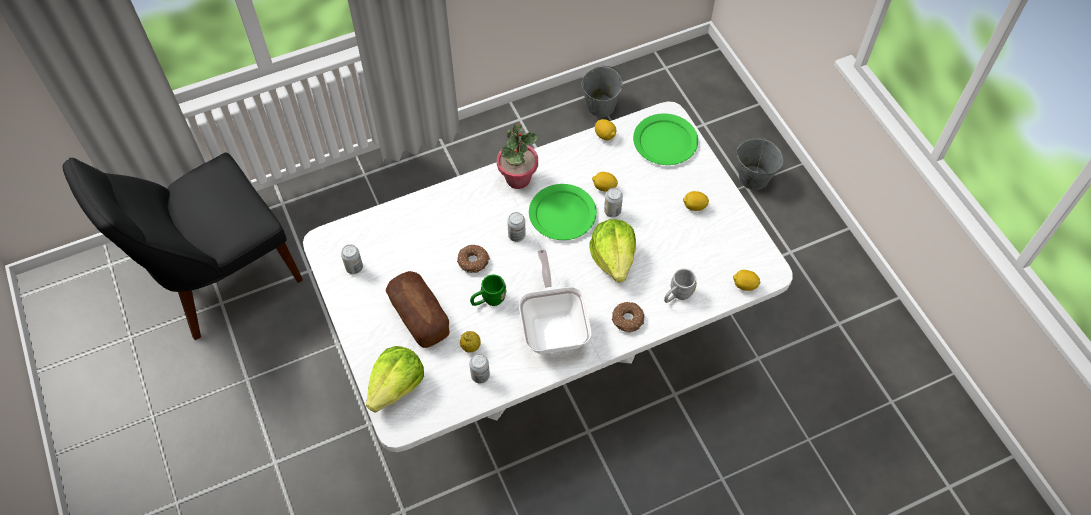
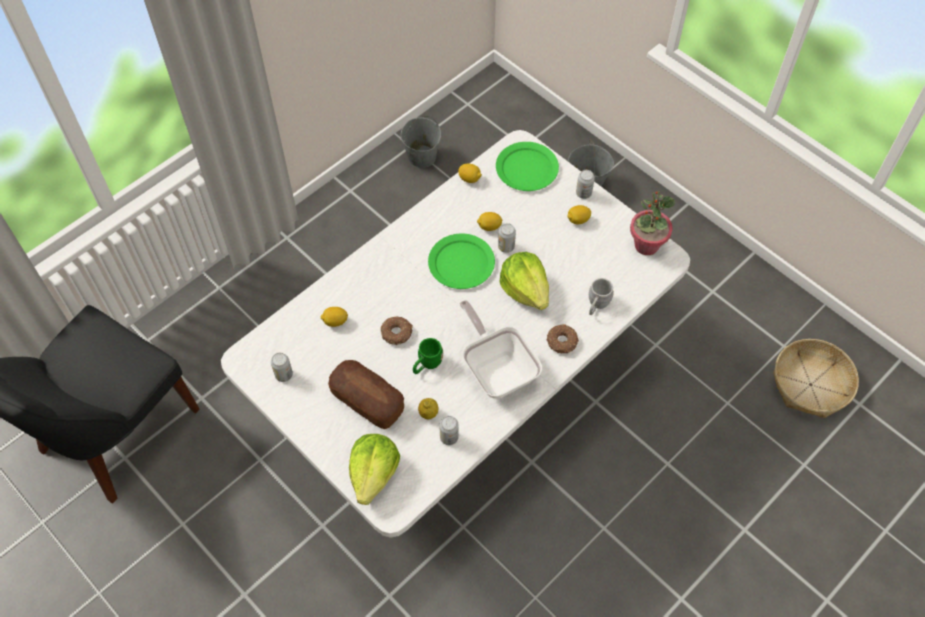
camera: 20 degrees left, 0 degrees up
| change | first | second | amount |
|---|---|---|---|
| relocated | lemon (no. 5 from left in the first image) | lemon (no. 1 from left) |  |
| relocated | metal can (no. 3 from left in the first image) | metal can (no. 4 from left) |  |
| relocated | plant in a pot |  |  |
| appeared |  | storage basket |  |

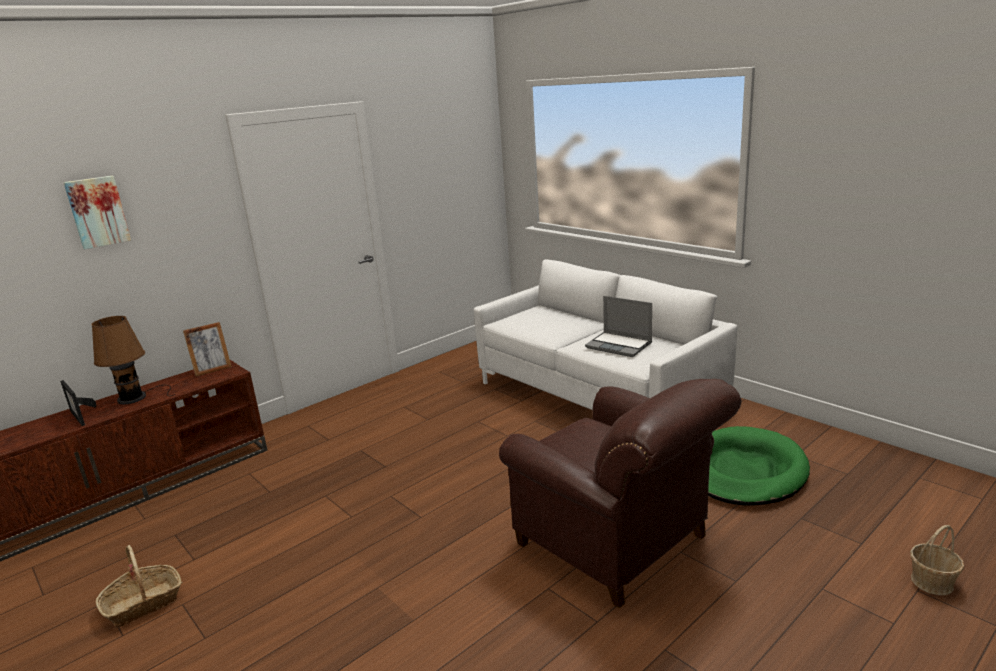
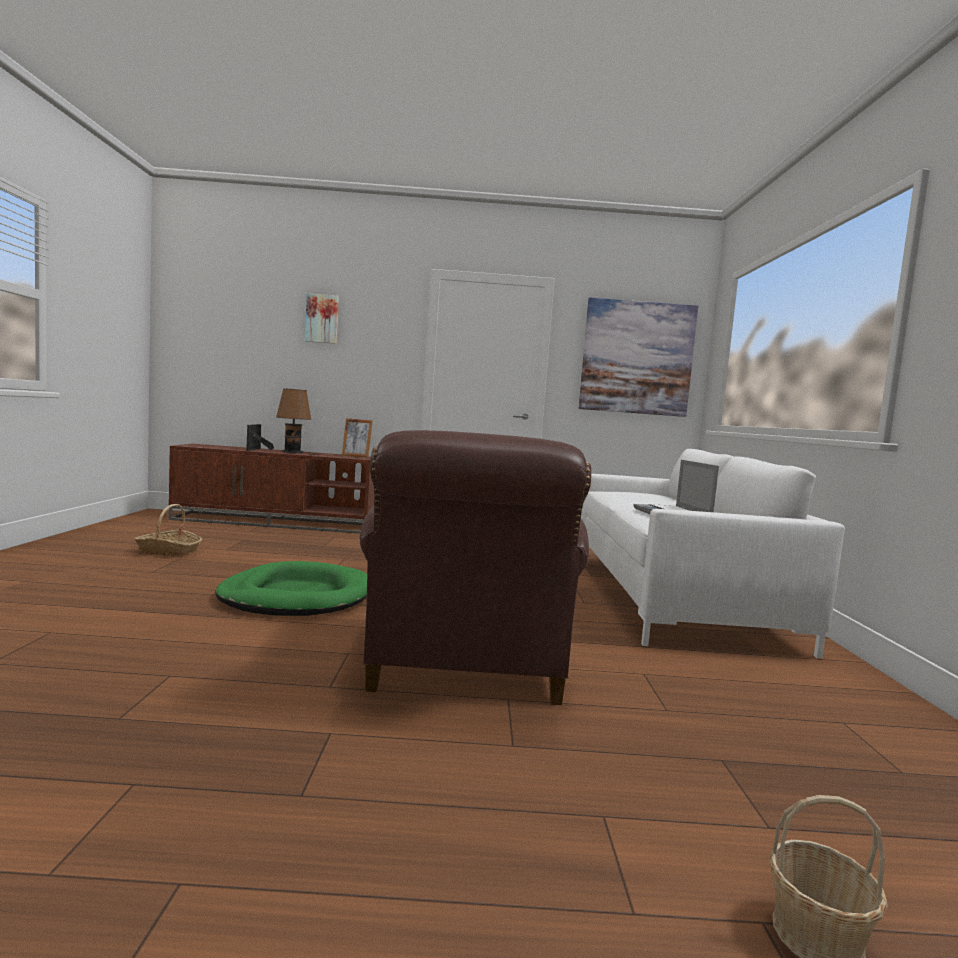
camera: 40 degrees right, 15 degrees down
| change | first | second | amount |
|---|---|---|---|
| relocated | dog cushion (greenish) |  |  |
| appeared |  | picture (no. 2 from left) |  |

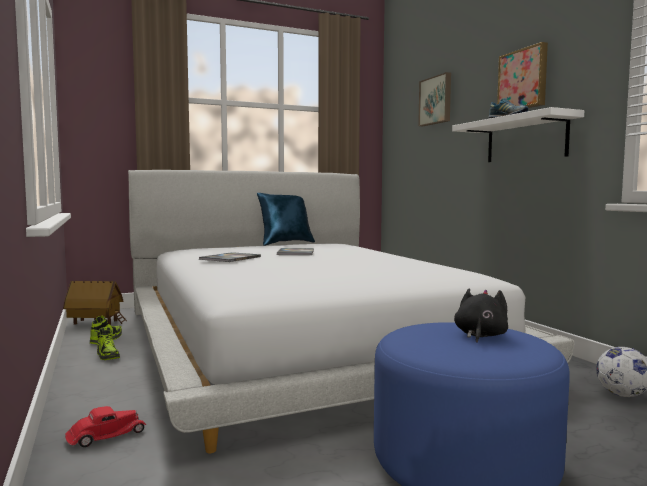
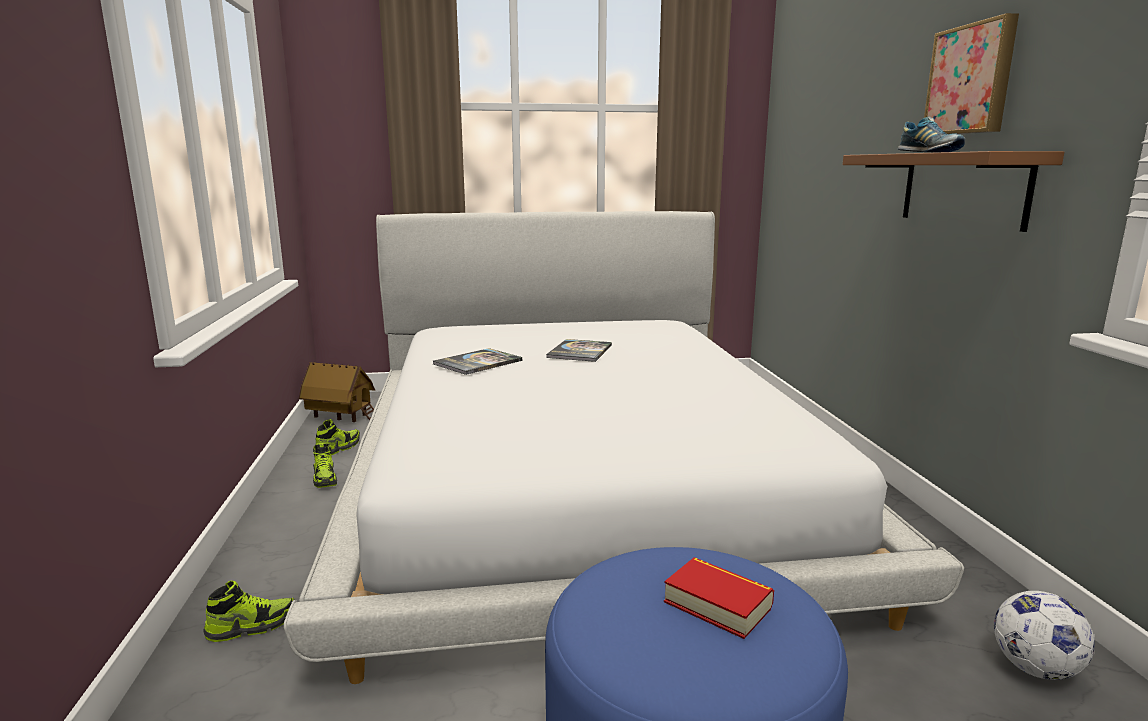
camera: 15 degrees right, 10 degrees up
| change | first | second | amount |
|---|---|---|---|
| exchanged | miniature car (red-coloured) | item of footwear (no. 1 from left) |  |
| exchanged | plush toy (black) | volume (no. 3 from left) |  |
| colour | shelf (whitish) | shelf (brown) |  |
| missing | cushion (blue-coloured) |  |  |
| missing | picture (no. 1 from left) |  |  |

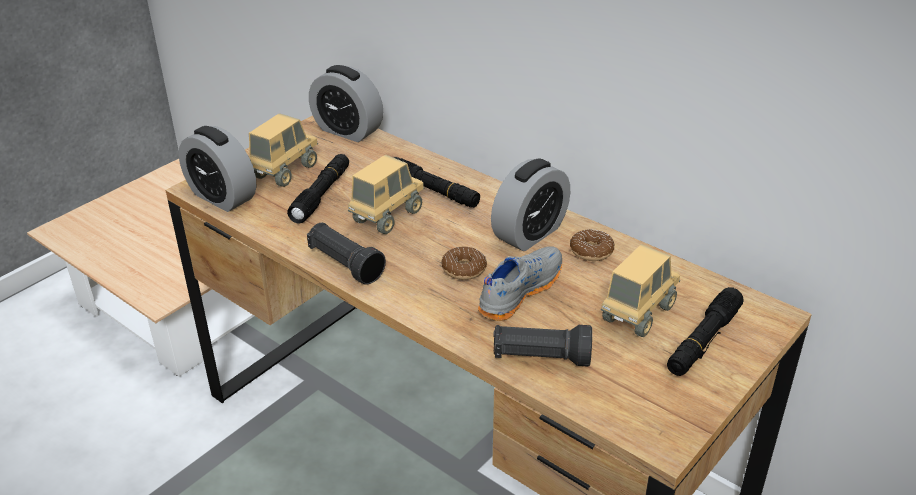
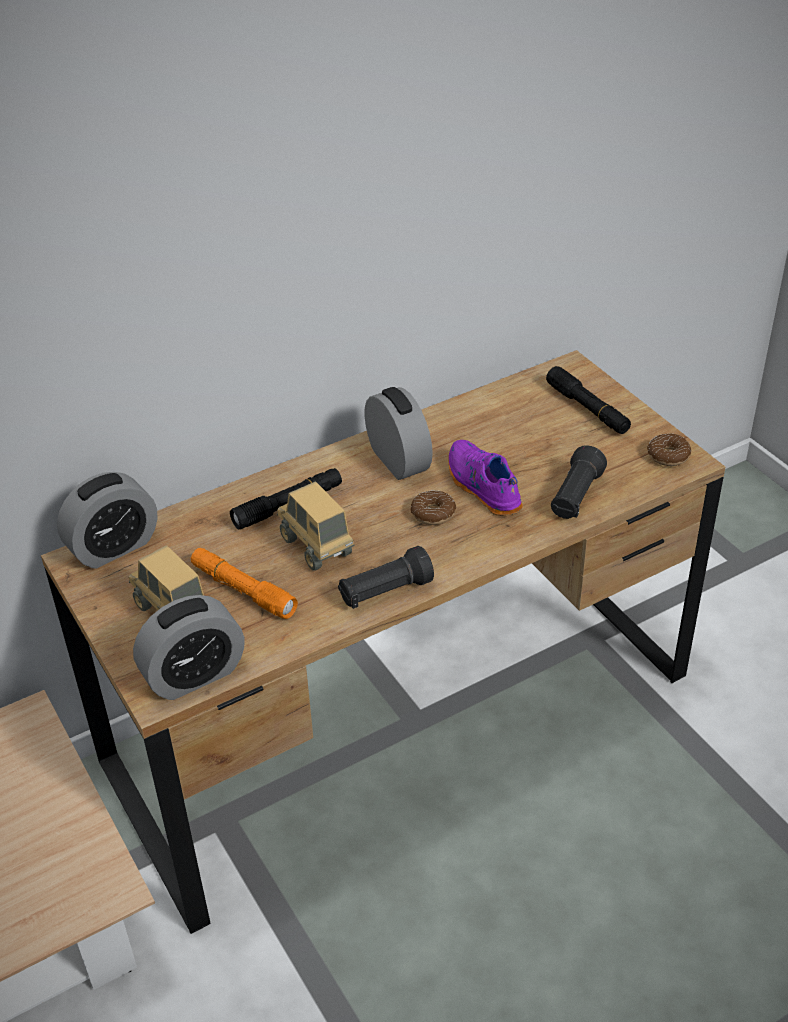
camera: 70 degrees left, 5 degrees up
| change | first | second | amount |
|---|---|---|---|
| colour | torch (black) (no. 1 from left) | torch (orange-coloured) |  |
| colour | item of footwear (greyish) | item of footwear (purple-coloured) |  |
| relocated | donut (no. 2 from left) |  |  |
| missing | model truck (no. 3 from left) |  |  |

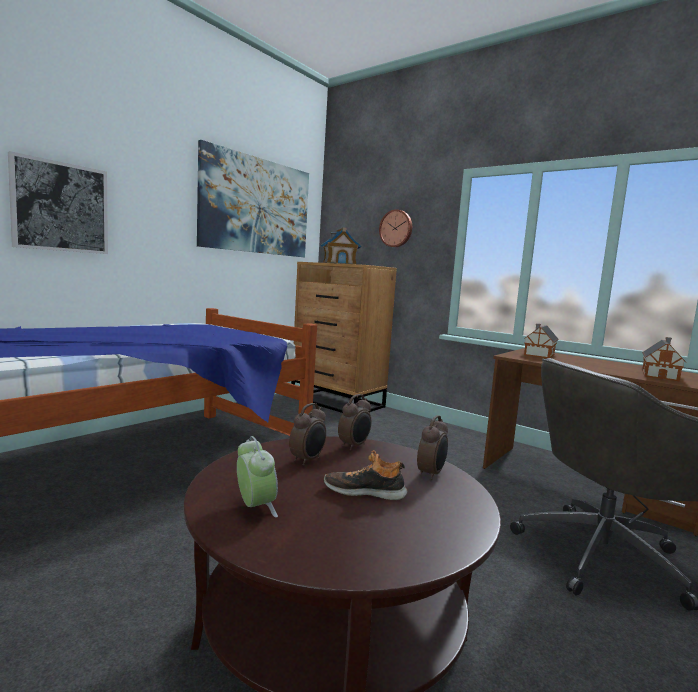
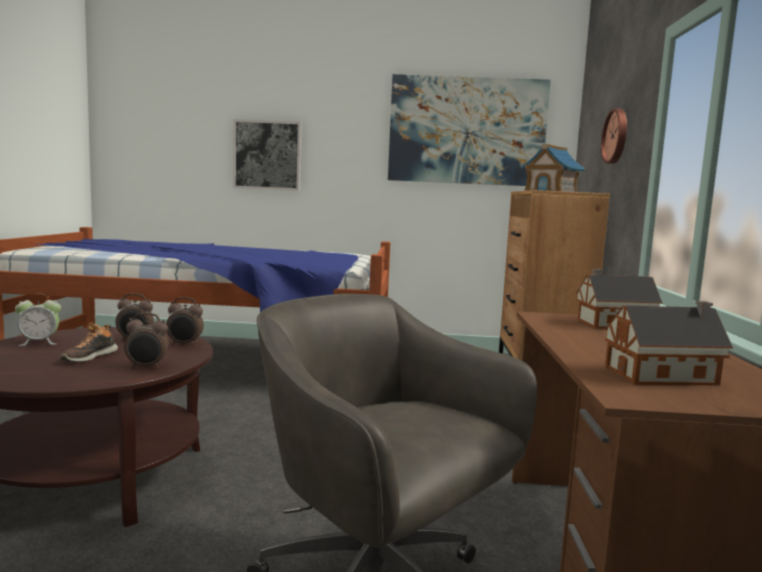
camera: 55 degrees right, 0 degrees up
| change | first | second | amount |
|---|---|---|---|
| spun | table clock (no. 1 from left) |  | 45 degrees clockwise |
| spun | item of footwear |  | 135 degrees counterclockwise |

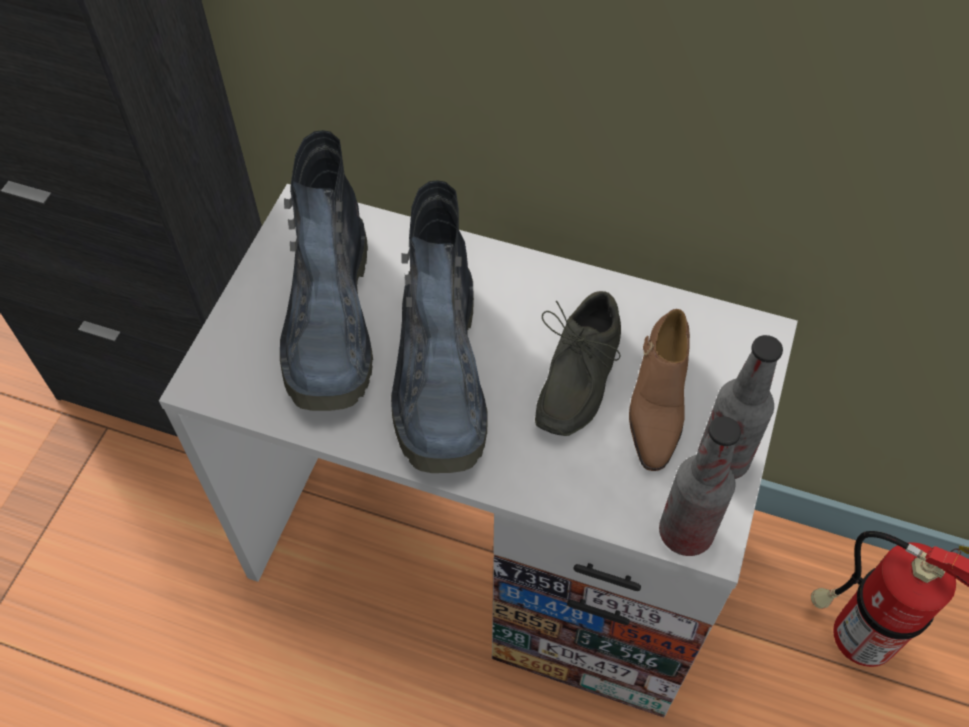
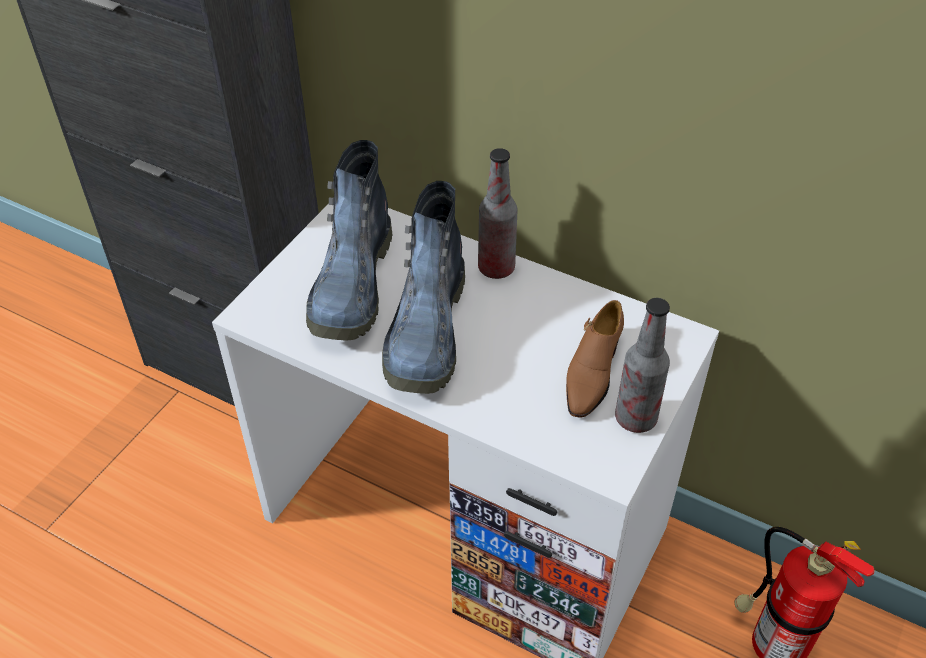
camera: 10 degrees right, 10 degrees down
| change | first | second | amount |
|---|---|---|---|
| relocated | drink bottle (no. 1 from left) |  |  |
| missing | item of footwear (greyish) |  |  |

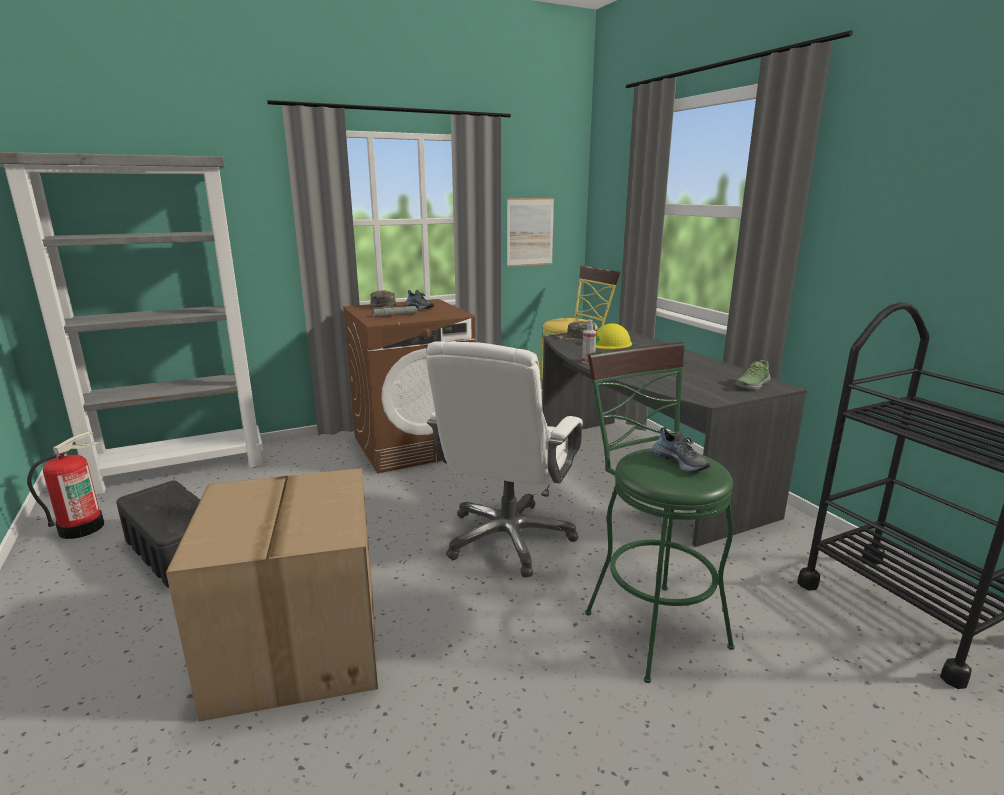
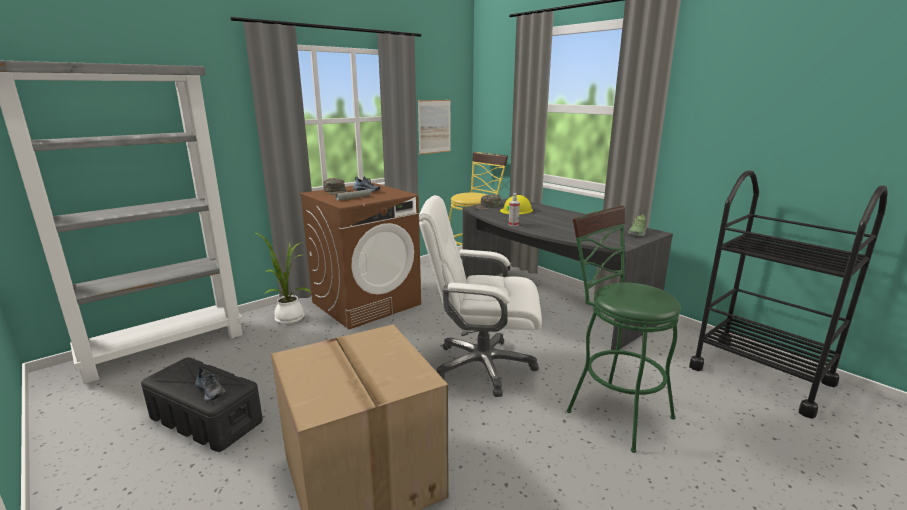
camera: 15 degrees left, 0 degrees up
| change | first | second | amount |
|---|---|---|---|
| relocated | item of footwear (no. 2 from left in the first image) | item of footwear (no. 1 from left) |  |
| appeared |  | plant in a pot |  |
| spun | desk chair (whitish) |  | 90 degrees clockwise |
| missing | fire-fighting cylinder |  |  |

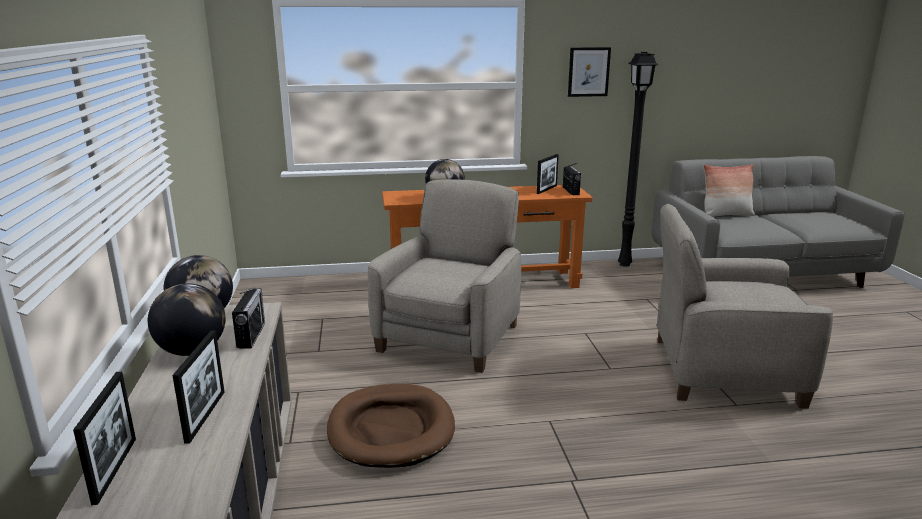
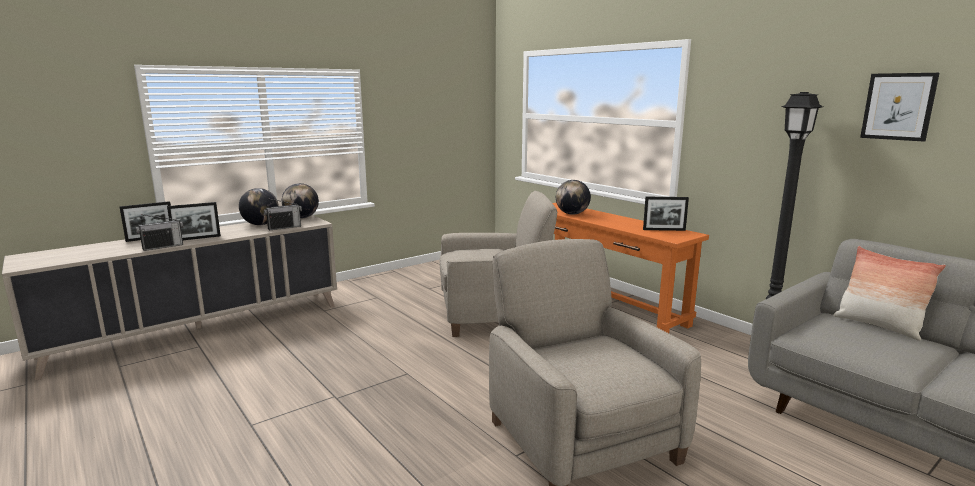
camera: 60 degrees right, 5 degrees down
| change | first | second | amount |
|---|---|---|---|
| relocated | radio (no. 2 from left in the first image) | radio (no. 1 from left) |  |
| relocated | picture |  |  |
| missing | dog cushion (brown) |  |  |

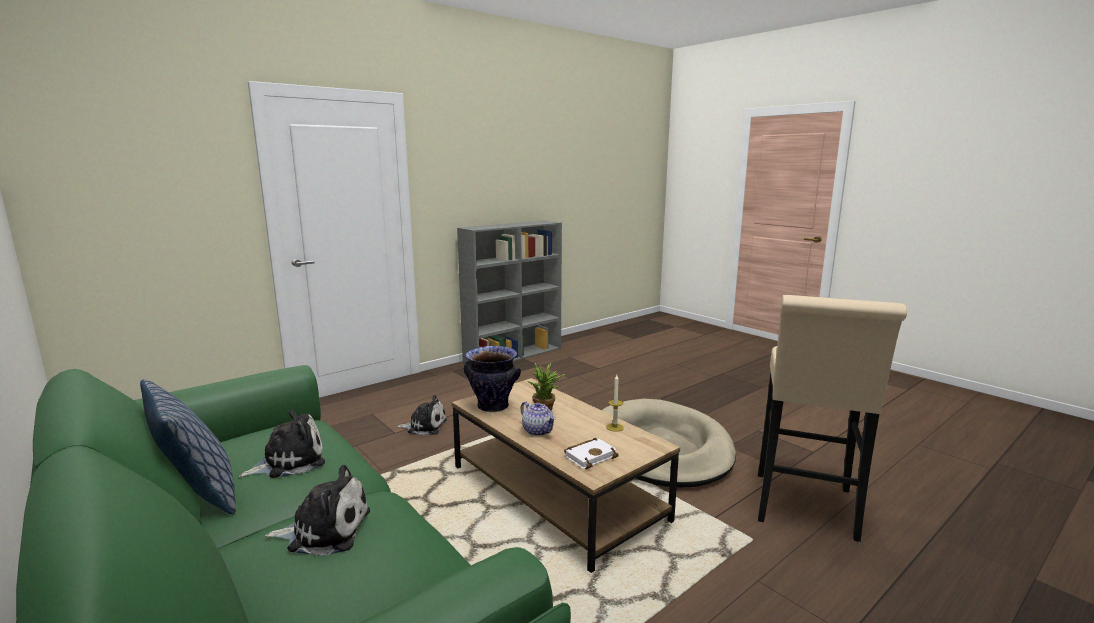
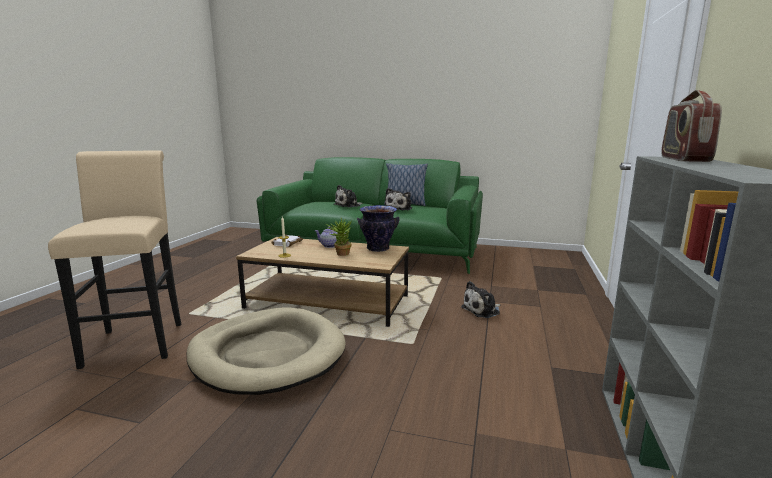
camera: 145 degrees right, 0 degrees up
| change | first | second | amount |
|---|---|---|---|
| appeared |  | radio |  |

